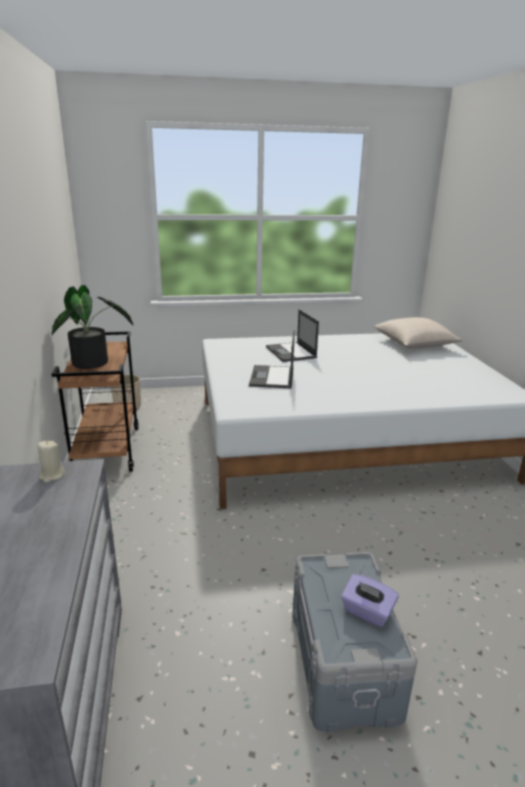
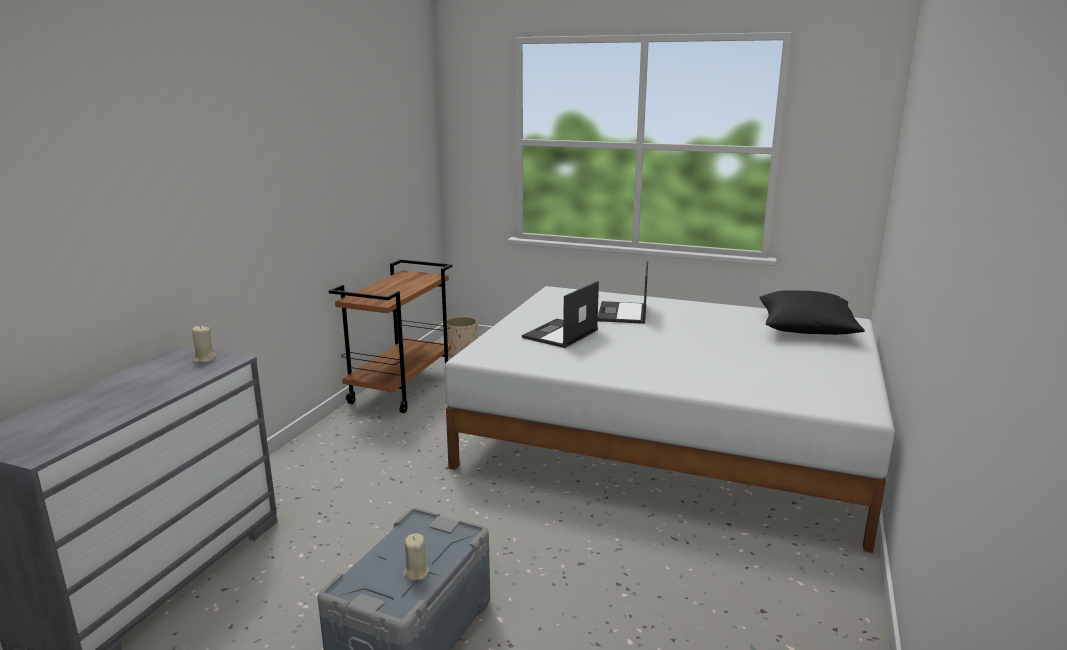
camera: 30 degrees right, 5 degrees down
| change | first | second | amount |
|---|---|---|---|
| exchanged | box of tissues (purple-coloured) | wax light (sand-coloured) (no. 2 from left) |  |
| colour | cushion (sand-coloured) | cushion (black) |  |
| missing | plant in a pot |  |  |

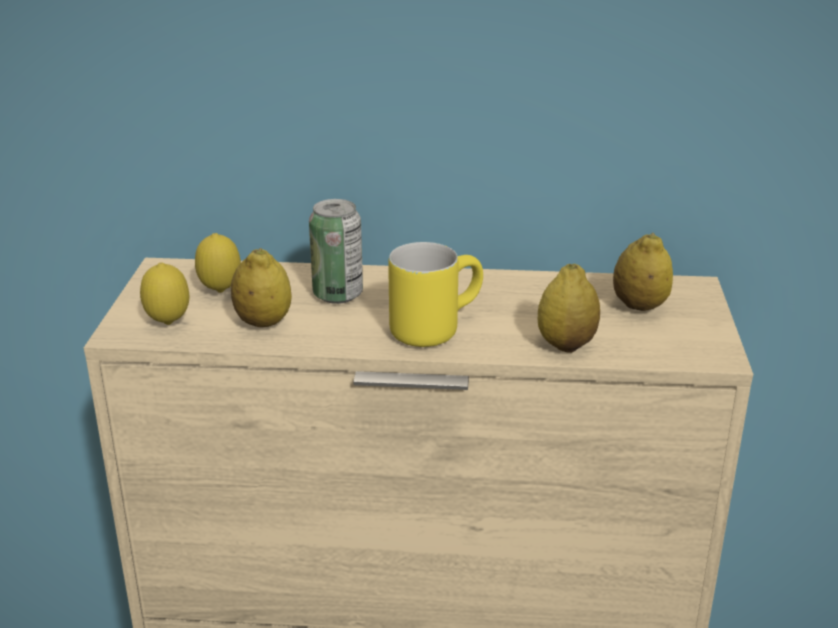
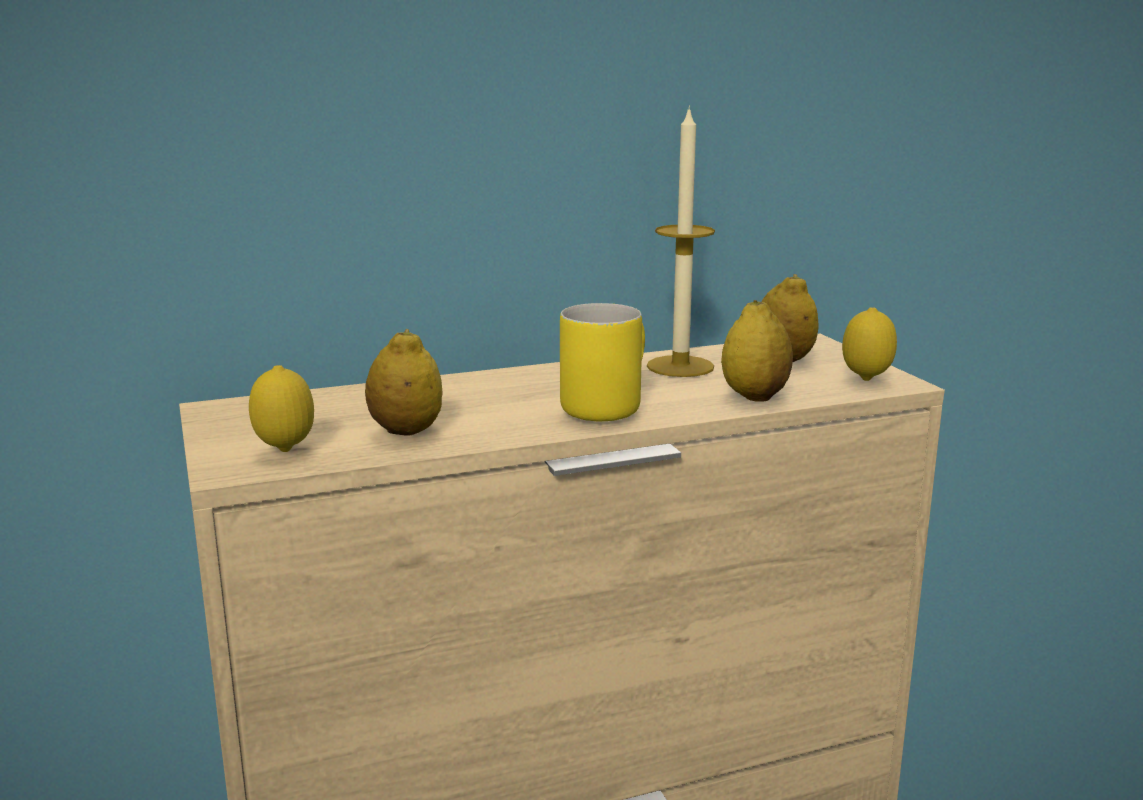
camera: 25 degrees left, 10 degrees down
| change | first | second | amount |
|---|---|---|---|
| appeared |  | wax light |  |
| relocated | lemon (no. 2 from left in the first image) | lemon (no. 5 from left) |  |
| missing | metal can |  |  |

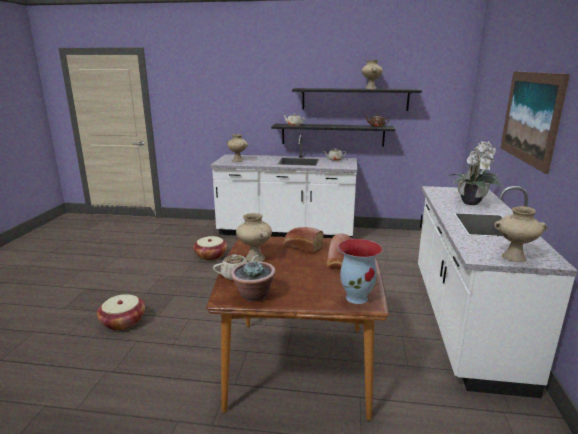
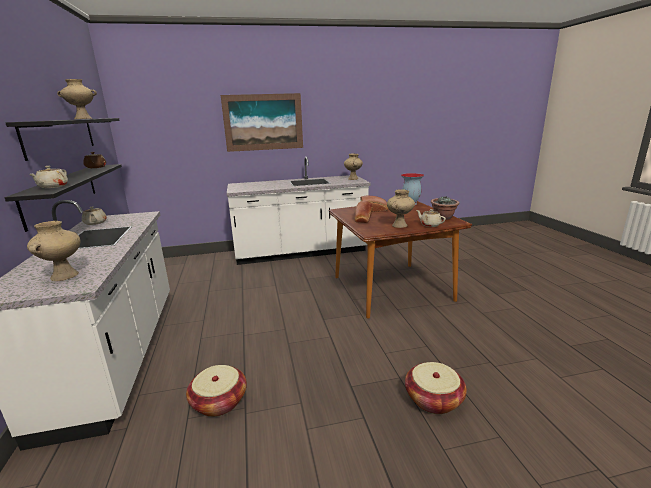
camera: 110 degrees left, 0 degrees up
| change | first | second | amount |
|---|---|---|---|
| missing | plant in a pot (no. 2 from left) |  |  |

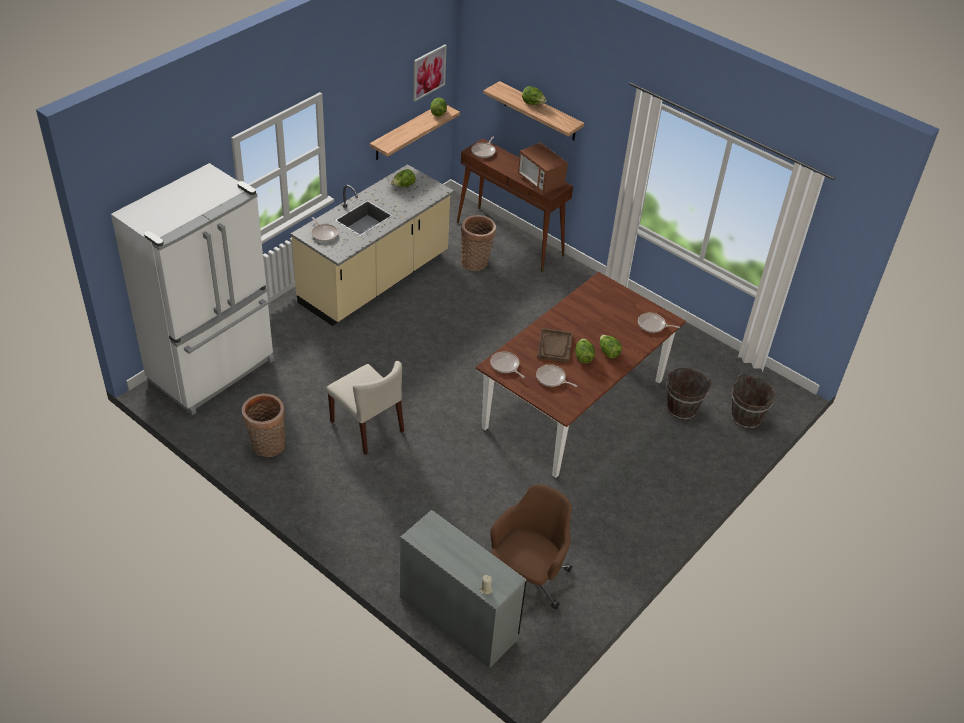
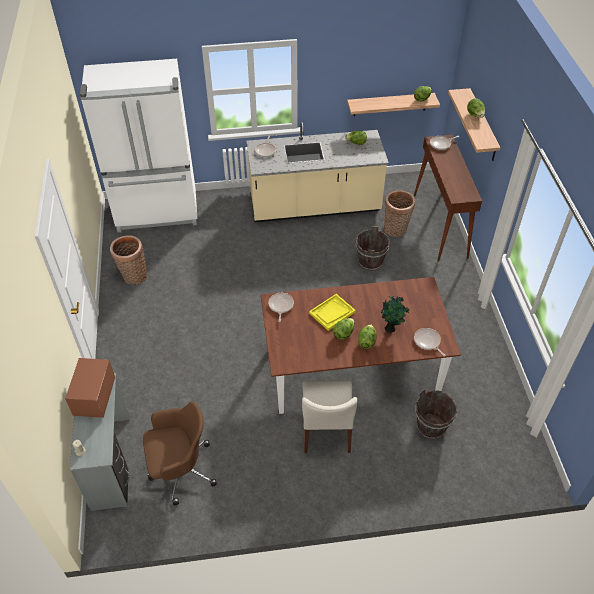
camera: 45 degrees right, 5 degrees up
| change | first | second | amount |
|---|---|---|---|
| relocated | kitchen microwave |  |  |
| relocated | chair (sand-coloured) |  |  |
| colour | tray (brown) | tray (yellowish) |  |
| relocated | pail (brown) (no. 2 from left in the first image) | pail (brown) (no. 1 from left) |  |
| appeared |  | plant in a pot |  |
| missing | picture |  |  |
| missing | skillet (no. 4 from left) |  |  |

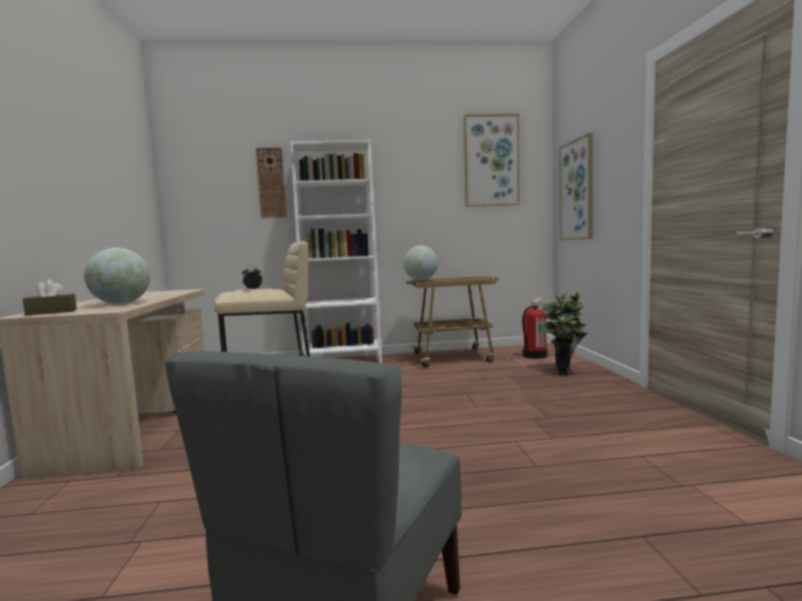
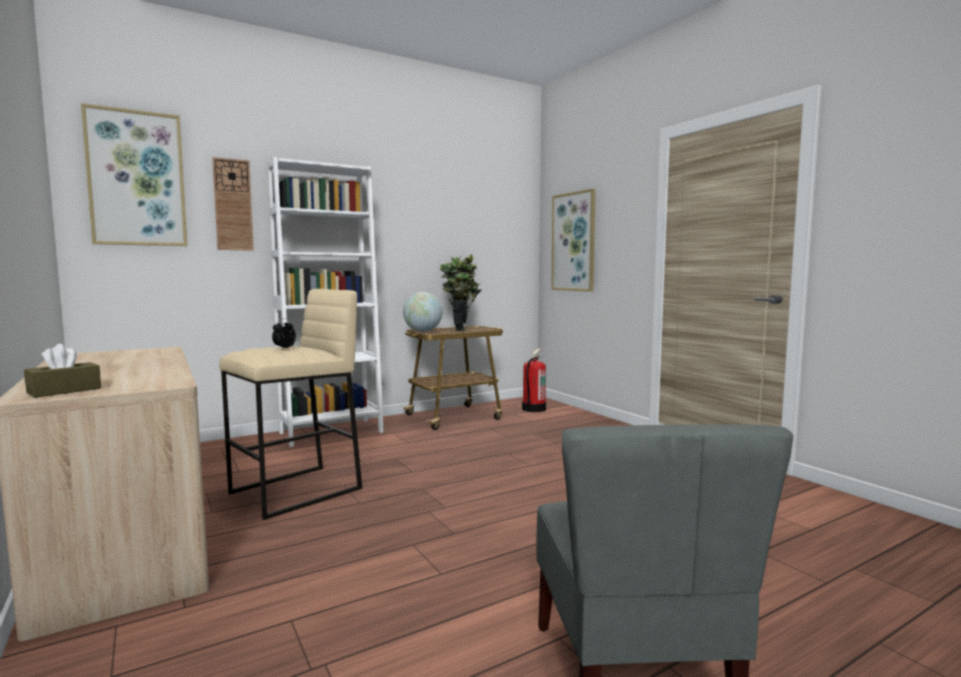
camera: 25 degrees left, 0 degrees up
| change | first | second | amount |
|---|---|---|---|
| relocated | picture (no. 1 from left) |  |  |
| relocated | plant in a pot |  |  |
| missing | globe (no. 1 from left) |  |  |

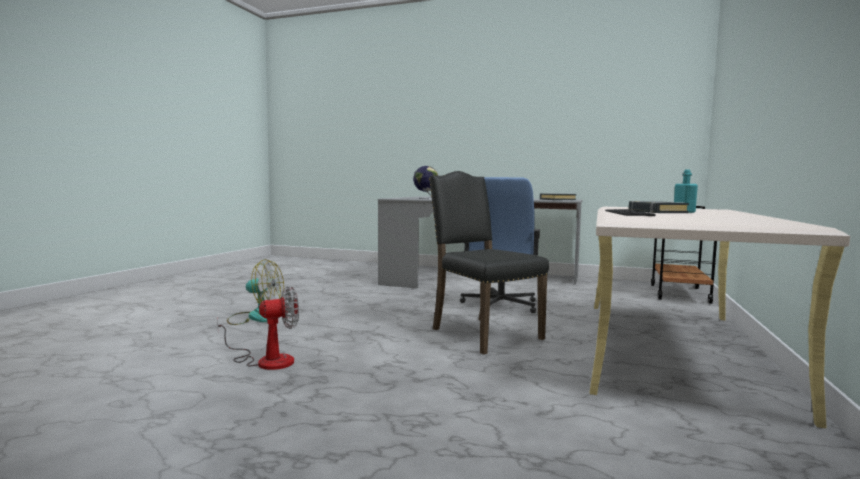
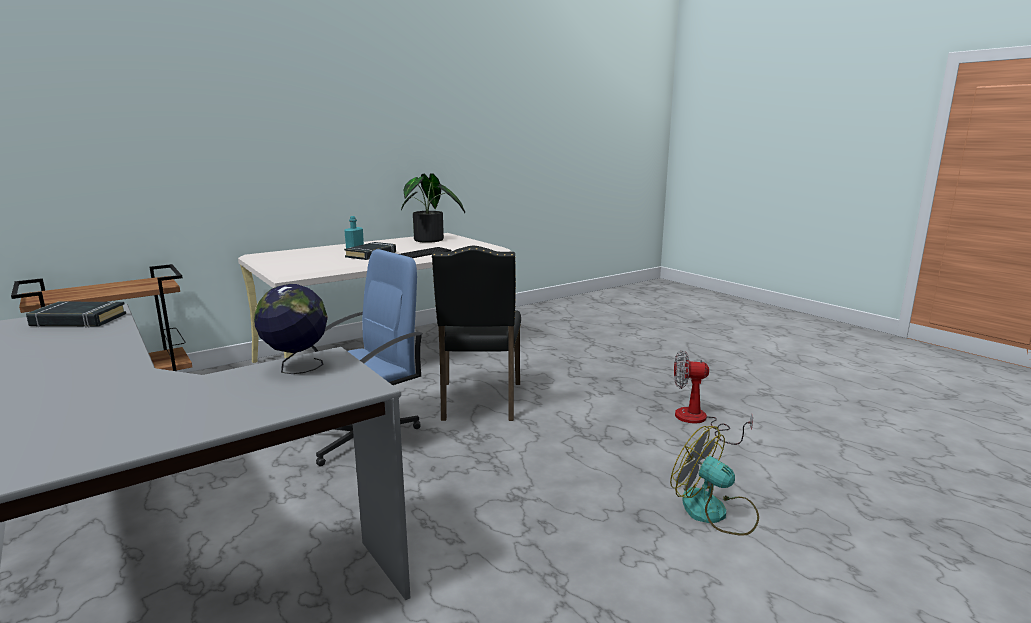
camera: 145 degrees left, 10 degrees up
| change | first | second | amount |
|---|---|---|---|
| appeared |  | plant in a pot |  |

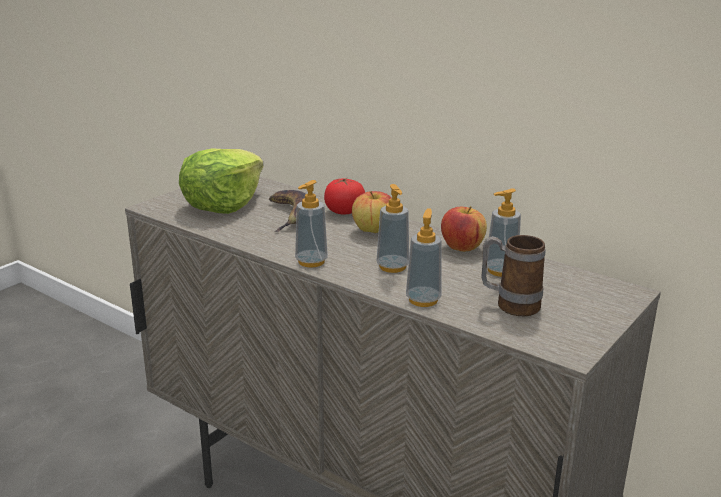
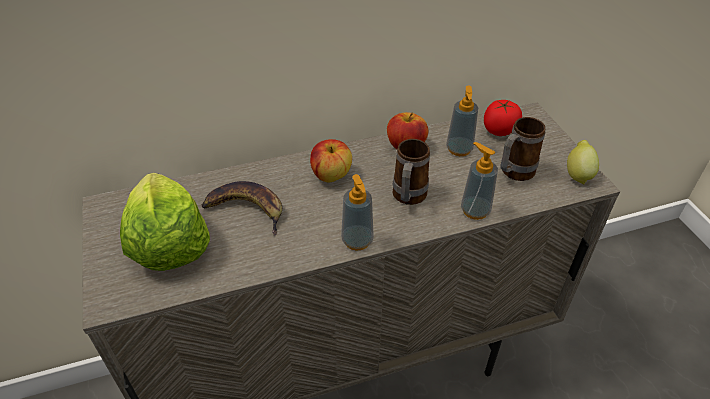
camera: 55 degrees left, 20 degrees up
| change | first | second | amount |
|---|---|---|---|
| exchanged | soap dispenser (no. 2 from left) | mug (no. 1 from left) |  |
| relocated | fresh tomato |  |  |
| appeared |  | lemon |  |

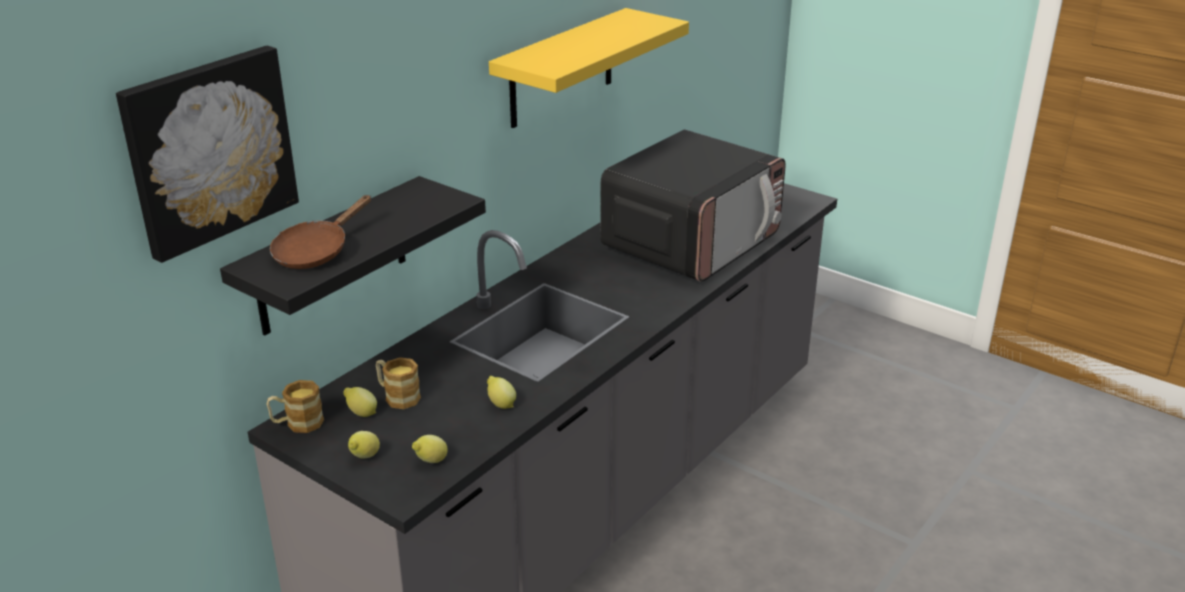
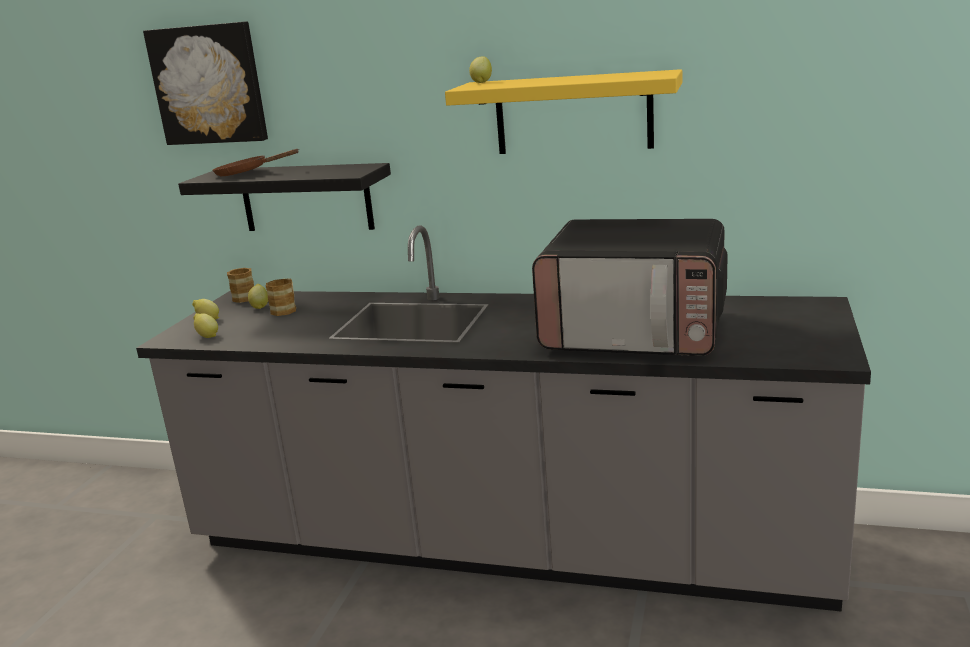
camera: 70 degrees right, 10 degrees down
| change | first | second | amount |
|---|---|---|---|
| relocated | lemon (no. 4 from left) |  |  |

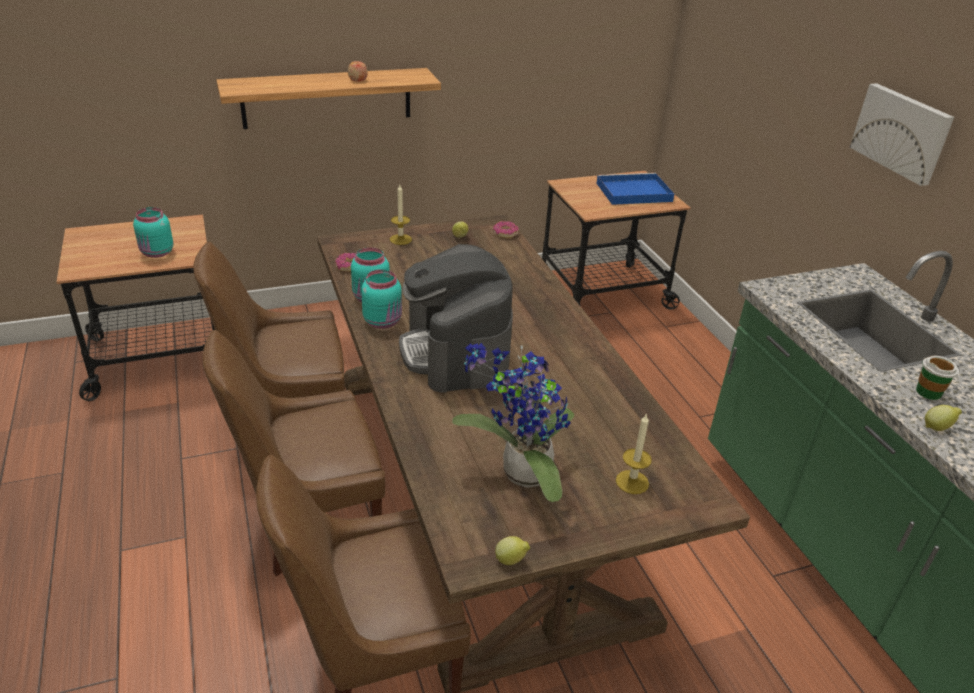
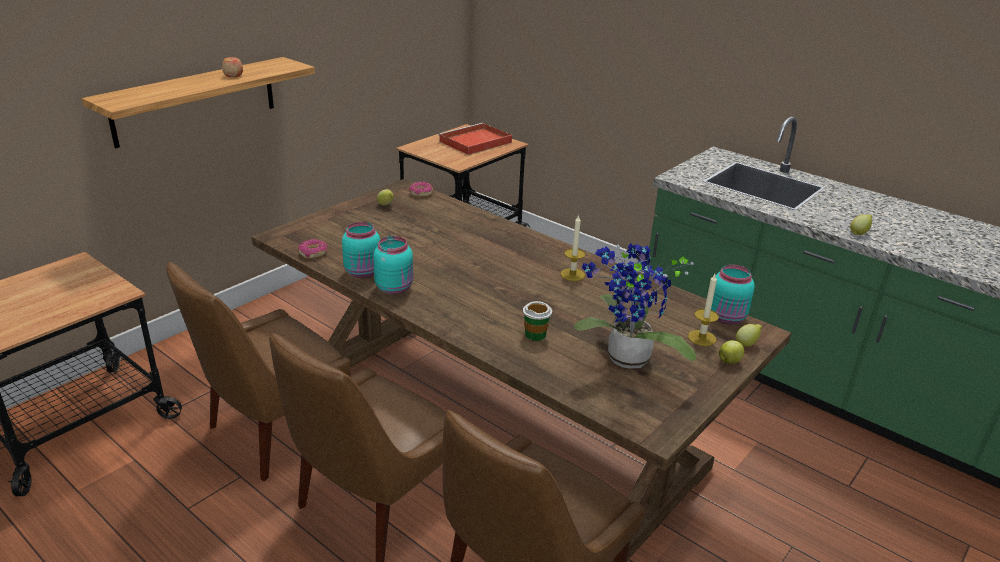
camera: 30 degrees left, 5 degrees down
| change | first | second | amount |
|---|---|---|---|
| colour | tray (blue-coloured) | tray (red-coloured) |  |
| relocated | cup |  |  |
| relocated | wax light (no. 1 from left) |  |  |
| relocated | storage jar (turquoise-coloured) (no. 1 from left in the first image) | storage jar (turquoise-coloured) (no. 3 from left) |  |
| appeared |  | apple (no. 2 from left) |  |
| relocated | lemon (no. 2 from left) |  |  |
| missing | coffee maker |  |  |
| missing | picture |  |  |

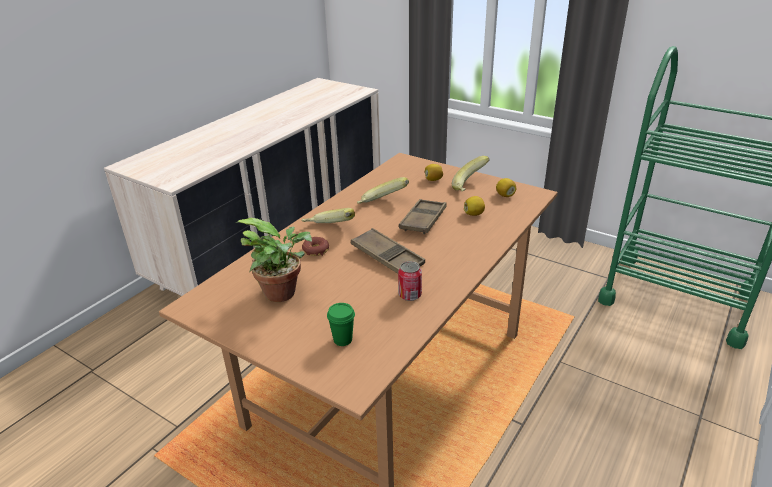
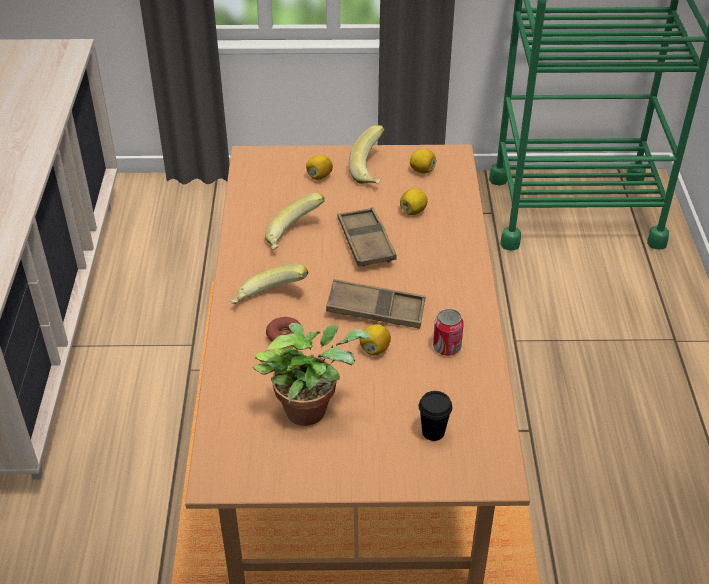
camera: 35 degrees left, 10 degrees up
| change | first | second | amount |
|---|---|---|---|
| appeared |  | lemon (no. 2 from left) |  |
| colour | cup (greenish) | cup (black) |  |

